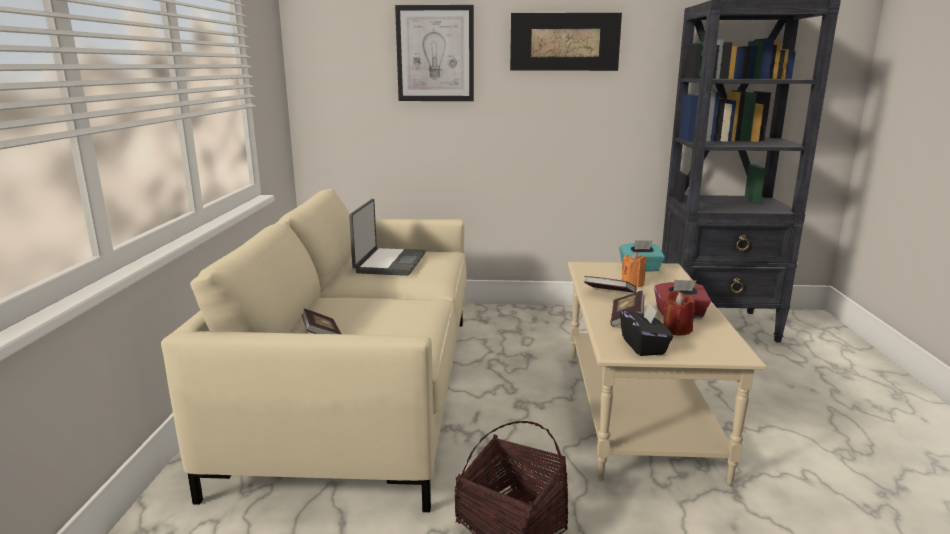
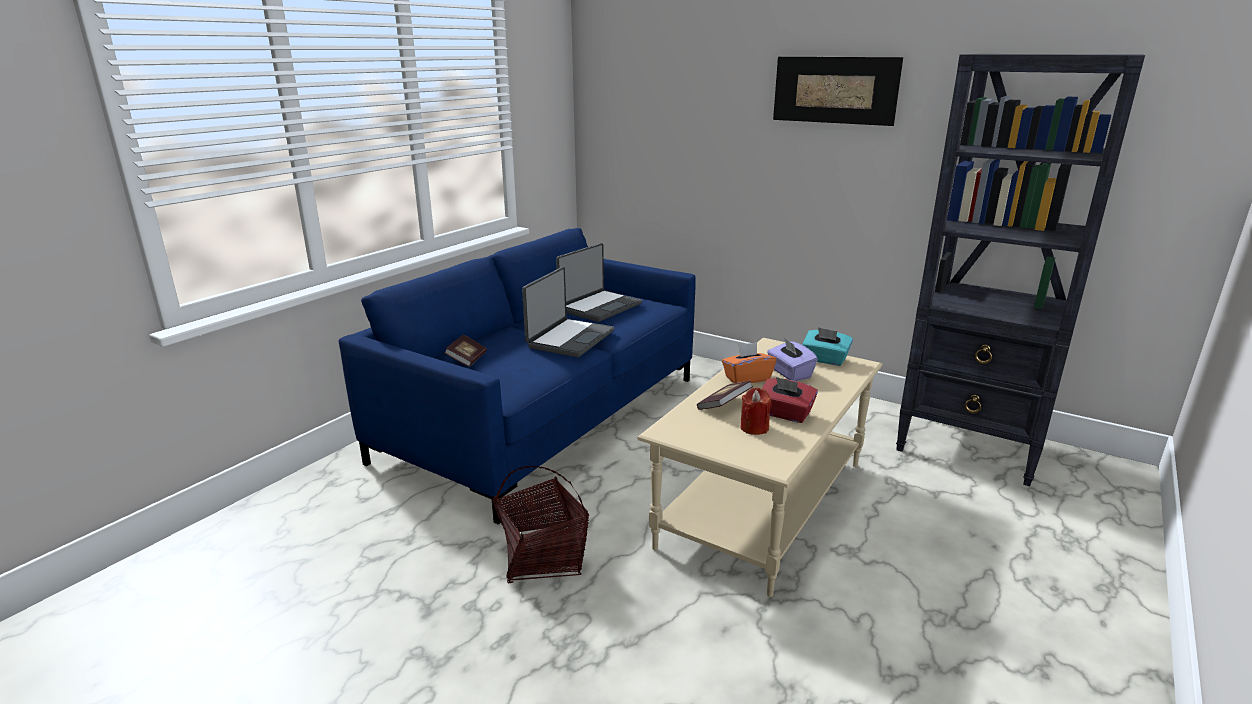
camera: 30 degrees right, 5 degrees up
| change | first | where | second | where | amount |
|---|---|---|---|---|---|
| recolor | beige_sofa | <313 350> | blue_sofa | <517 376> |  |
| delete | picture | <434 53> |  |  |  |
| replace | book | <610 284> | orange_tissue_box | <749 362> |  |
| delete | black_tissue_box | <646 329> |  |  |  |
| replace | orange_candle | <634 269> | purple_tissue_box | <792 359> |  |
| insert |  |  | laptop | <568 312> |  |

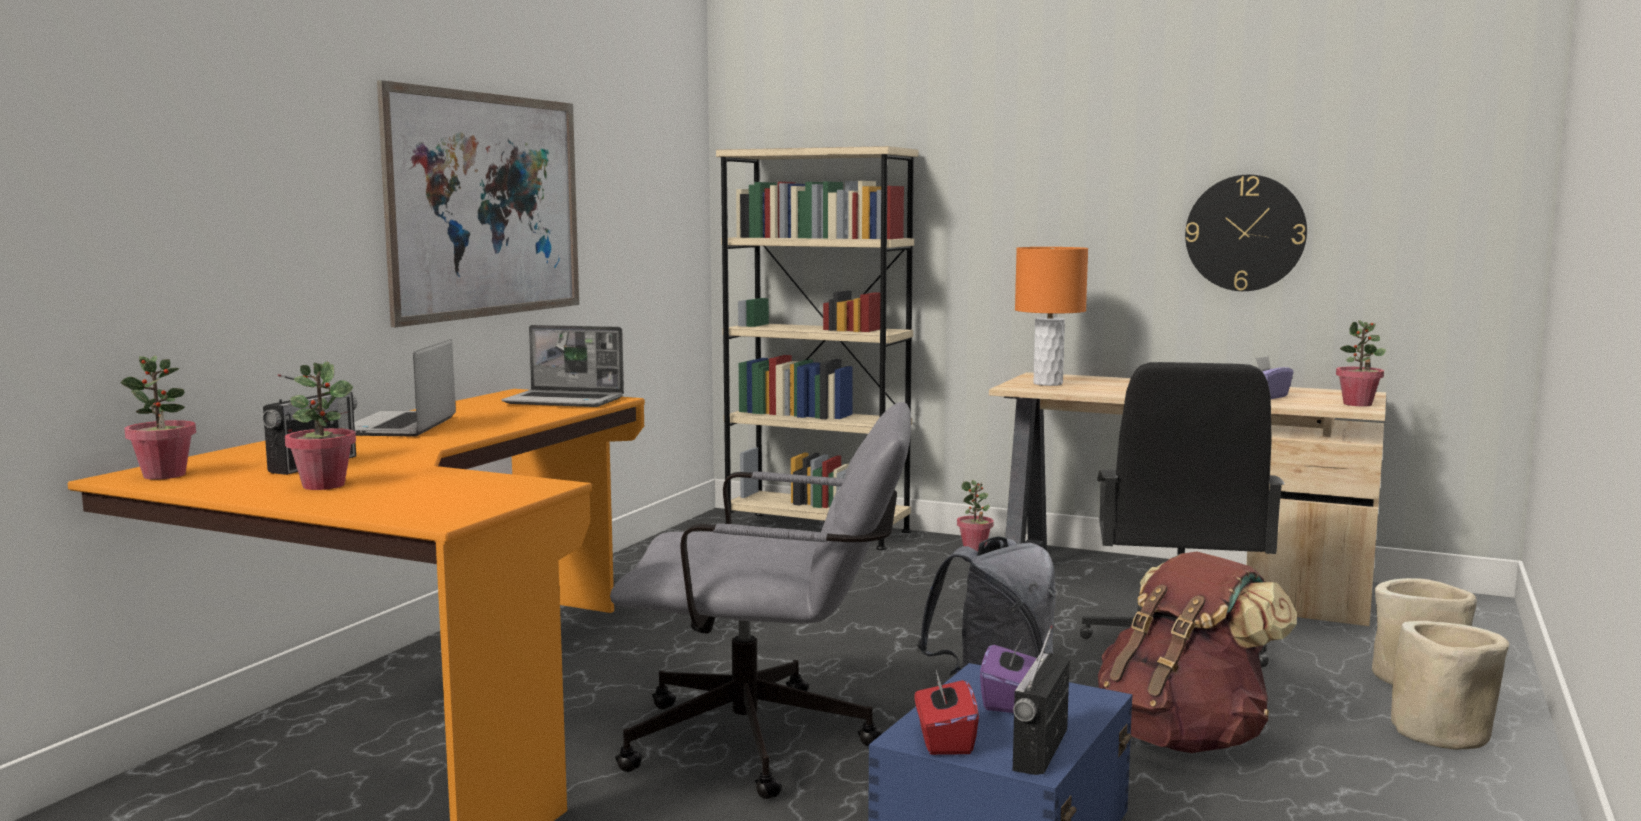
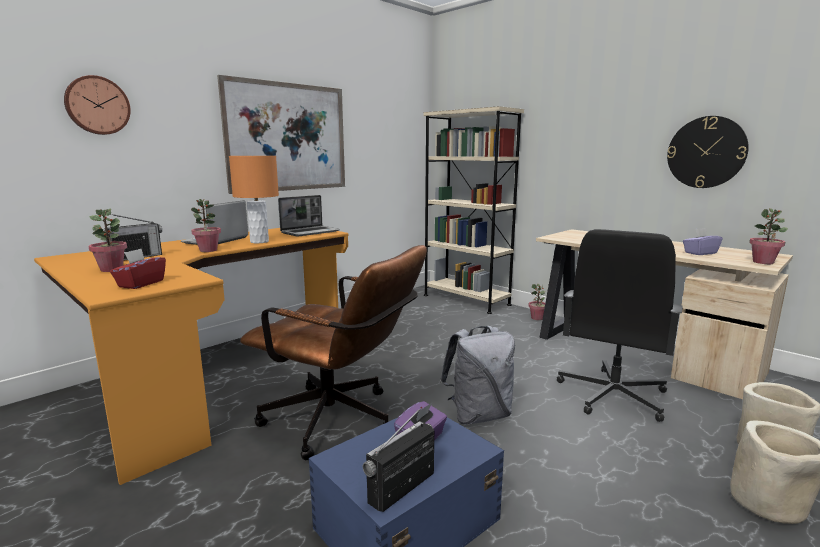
camera: 20 degrees right, 5 degrees up
| change | first | where | second | where | amount |
|---|---|---|---|---|---|
| move | potted_plant | <158 417> |  | <206 225> |  |
| rotate | laptop | <563 366> |  | <309 216> | 75 degrees counterclockwise |
| recolor | grey_office_chair | <760 600> | brown_office_chair | <333 352> |  |
| move | red_tissue_box | <947 712> |  | <138 269> |  |
| move | orange_table_lamp | <1051 316> |  | <254 199> |  |
| delete | brown_backpack | <1197 652> |  |  |  |
| insert |  |  | wall_clock | <97 105> |  |

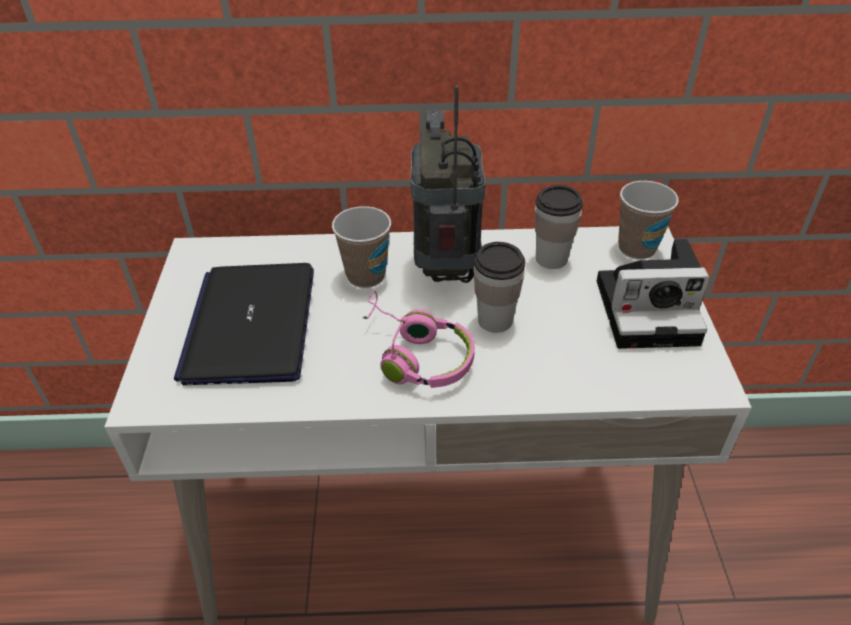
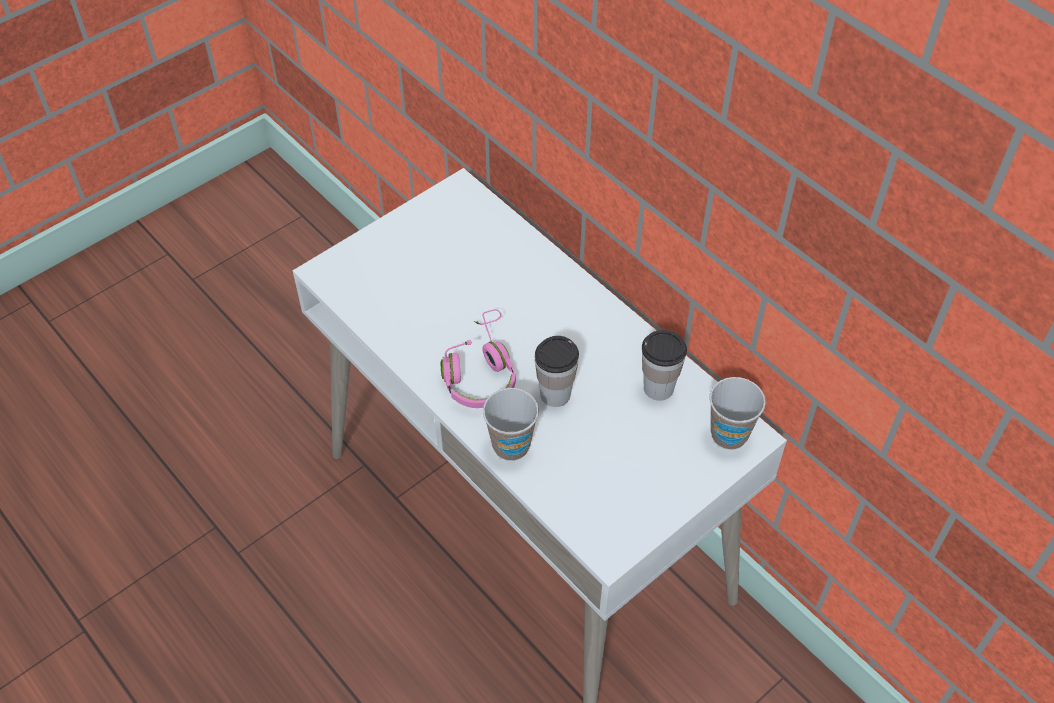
camera: 50 degrees right, 10 degrees up
| change | first | where | second | where | amount |
|---|---|---|---|---|---|
| delete | laptop | <244 324> |  |  |  |
| move | cup | <361 247> |  | <511 424> |  |
| delete | radio | <447 184> |  |  |  |
| delete | photo_camera | <653 294> |  |  |  |

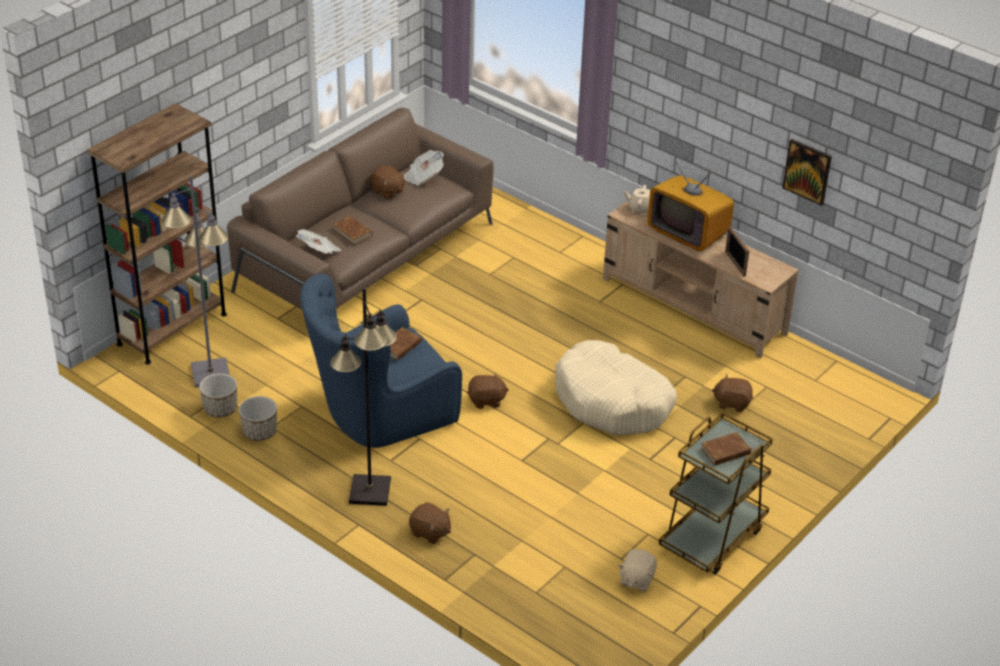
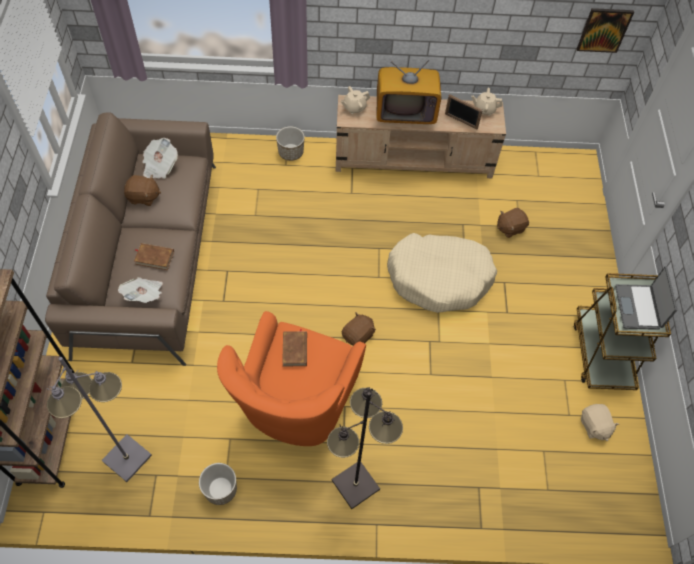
camera: 40 degrees left, 20 degrees up
| change | first | where | second | where | amount |
|---|---|---|---|---|---|
| move | planter | <218 396> |  | <290 143> |  |
| recolor | blue_armchair | <381 361> | orange_armchair | <291 378> |  |
| delete | brown_plush_toy | <430 523> |  |  |  |
| replace | brown_book | <726 449> | laptop | <646 298> |  |
| move | picture | <807 172> |  | <605 30> |  |
| insert |  |  | beige_teapot | <486 101> |  |

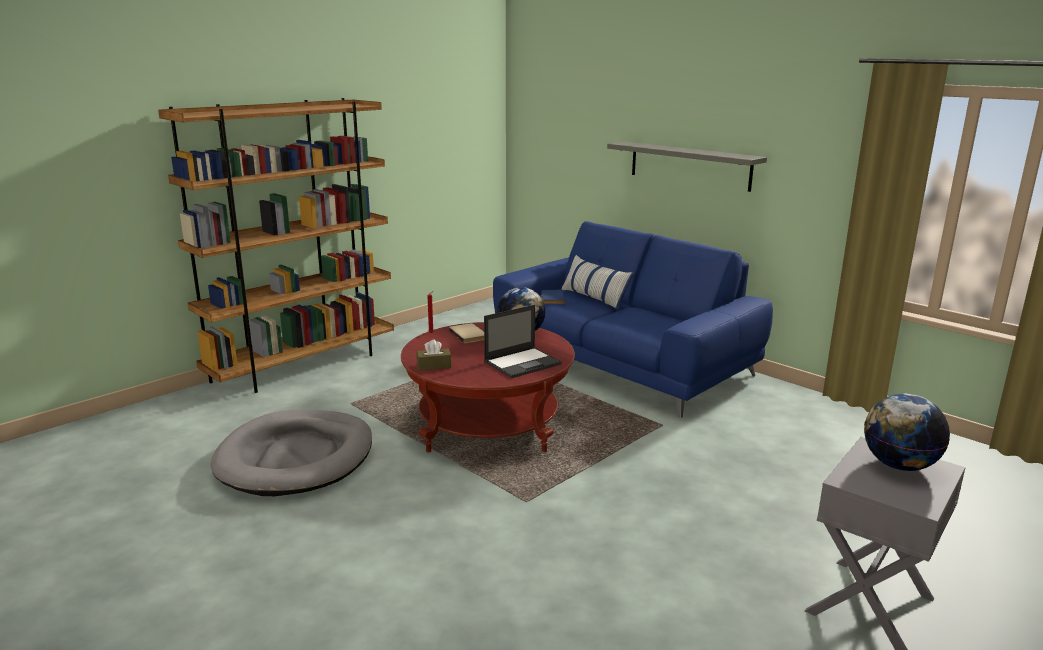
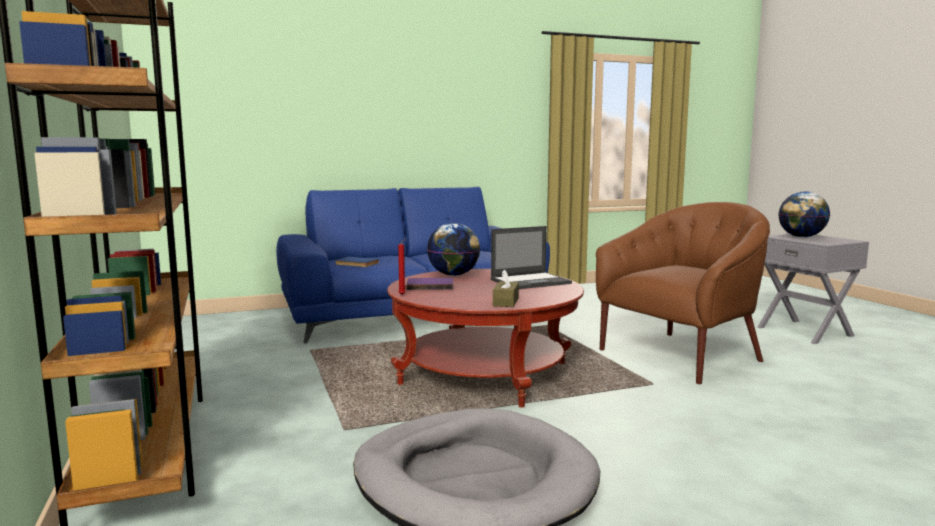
camera: 65 degrees left, 10 degrees down
| change | first | where | second | where | amount |
|---|---|---|---|---|---|
| recolor | beige_book | <466 333> | purple_book | <429 284> |  |
| rotate | laptop | <523 341> |  | <531 257> | 75 degrees clockwise |
| delete | pillow | <597 282> |  |  |  |
| delete | grey_shelf | <687 167> |  |  |  |
| insert |  |  | brown_armchair | <683 293> |  |

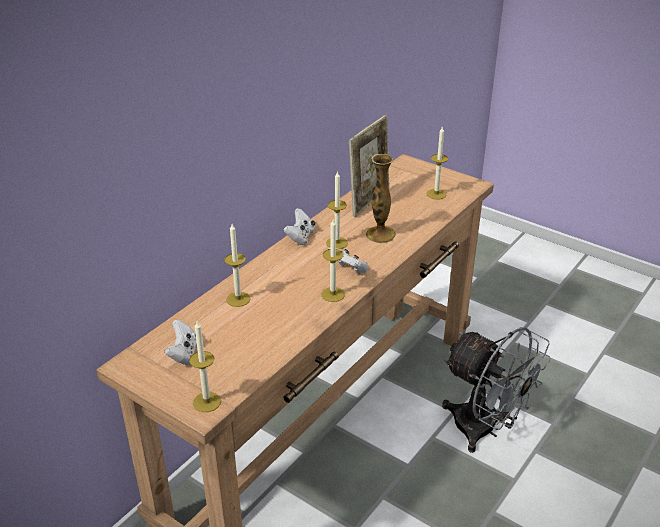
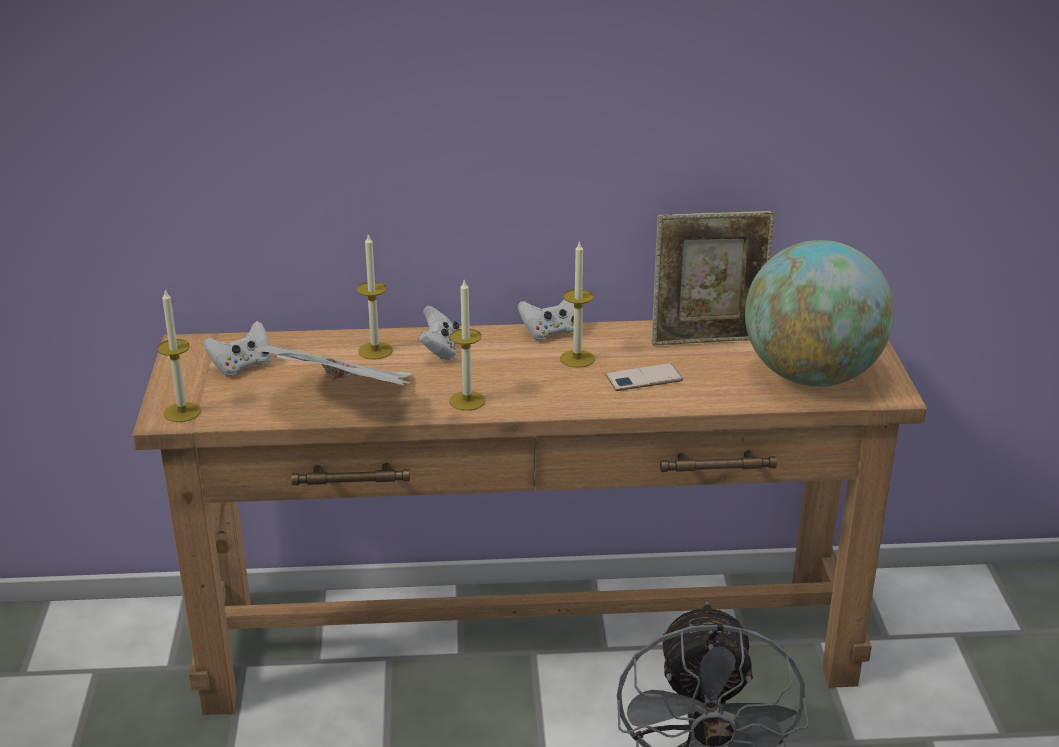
camera: 50 degrees right, 5 degrees down
| change | first | where | second | where | amount |
|---|---|---|---|---|---|
| move | white_game_controller | <348 260> |  | <438 333> |  |
| replace | vase | <381 198> | phone | <644 377> |  |
| replace | candle | <437 163> | globe | <819 313> |  |
| insert |  |  | newspaper | <333 365> |  |

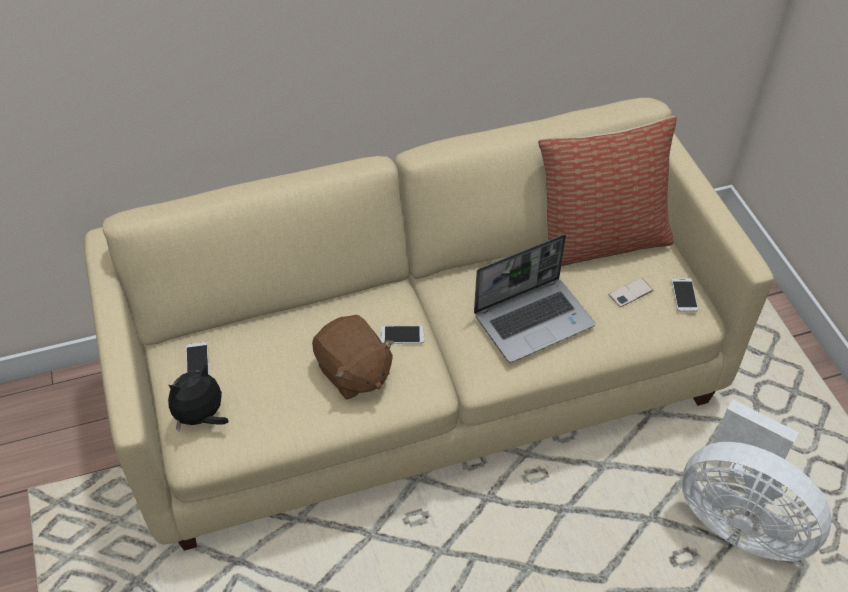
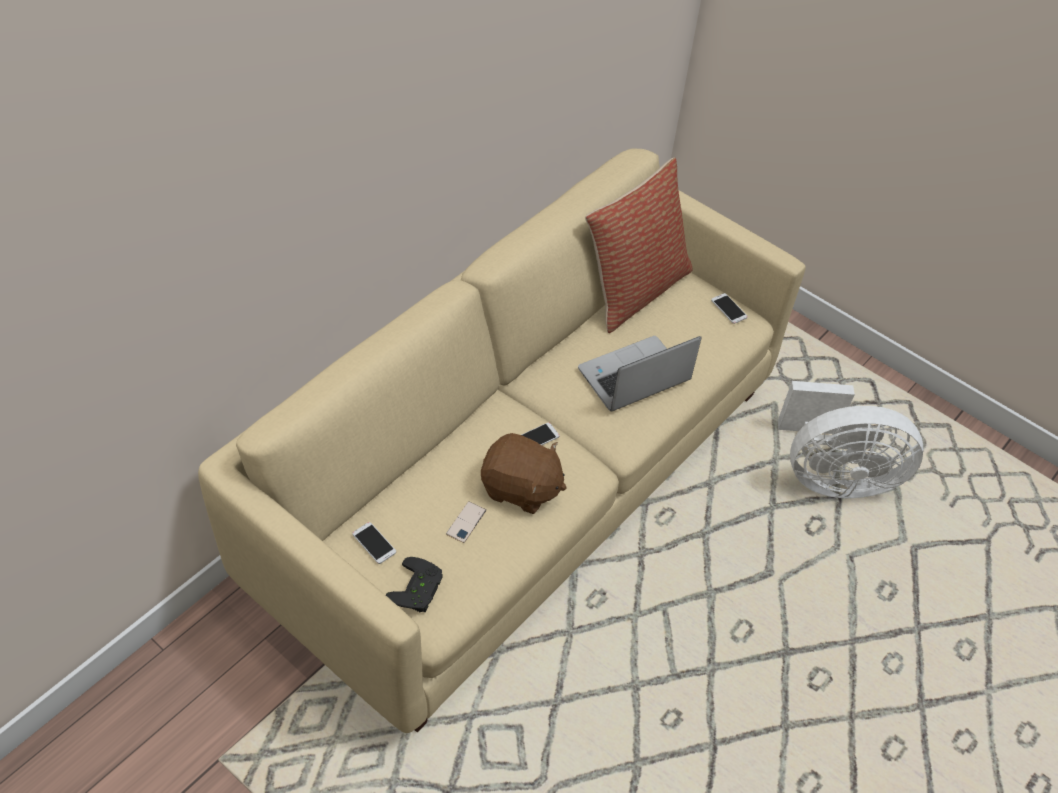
camera: 35 degrees left, 0 degrees up
| change | first | where | second | where | amount |
|---|---|---|---|---|---|
| replace | plush_toy | <198 398> | black_game_controller | <414 584> |  |
| rotate | laptop | <534 298> |  | <640 374> | 150 degrees counterclockwise |
| move | phone | <630 292> |  | <466 522> |  |

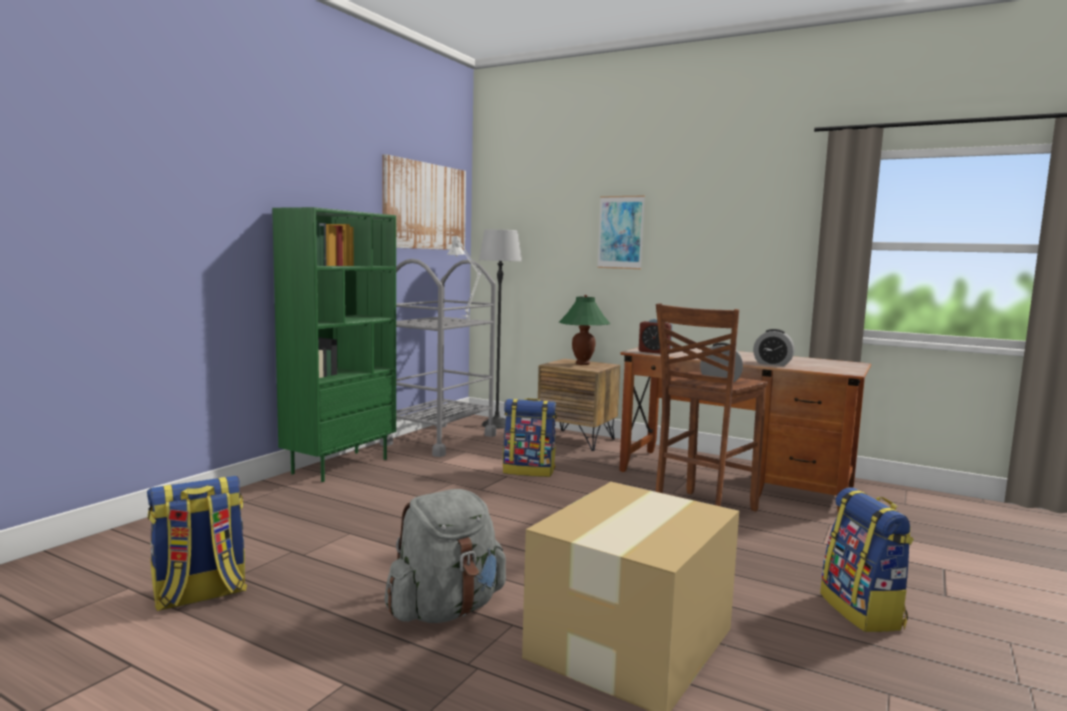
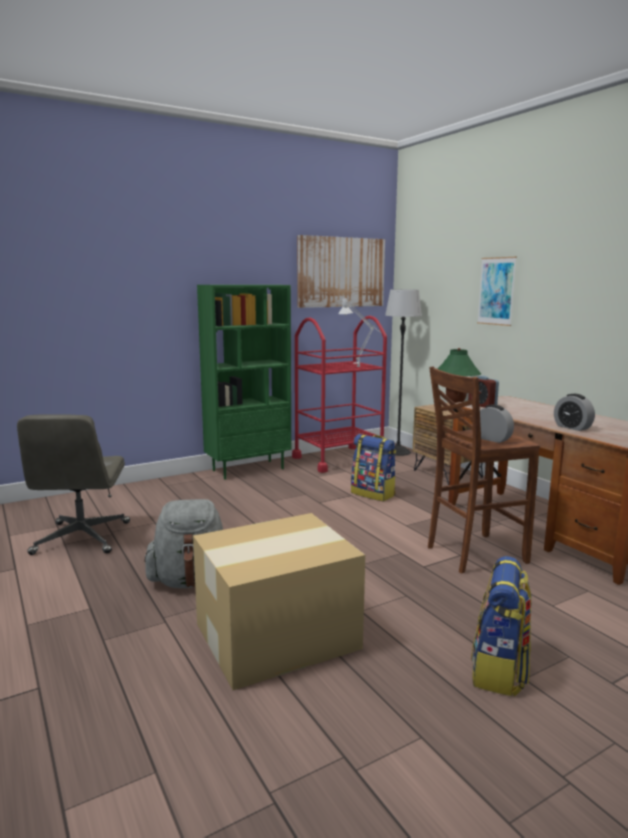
camera: 30 degrees right, 5 degrees up
| change | first | where | second | where | amount |
|---|---|---|---|---|---|
| replace | backpack | <197 544> | grey_office_chair | <73 484> |  |
| recolor | grey_cart | <438 358> | red_cart | <339 394> |  |

